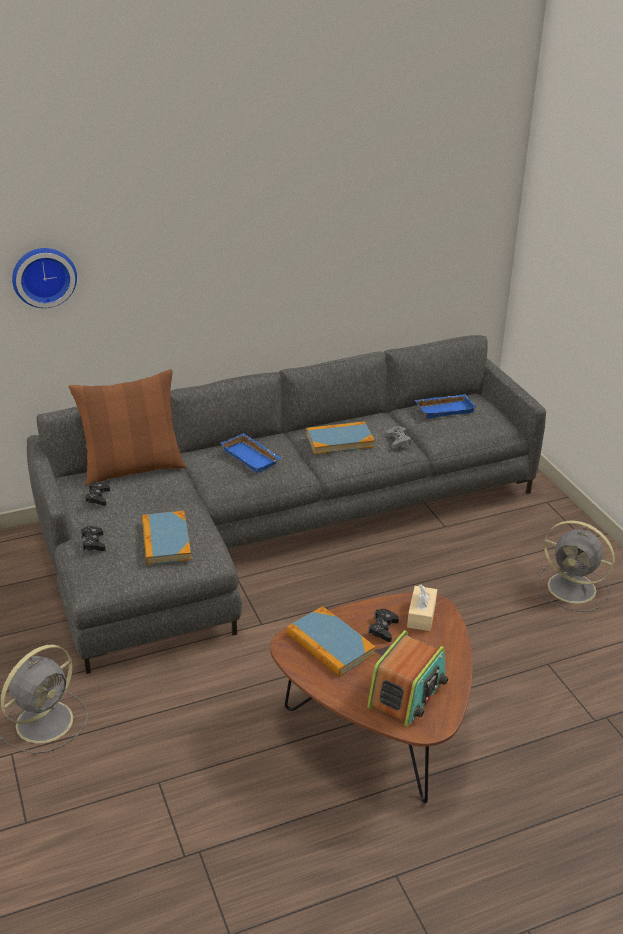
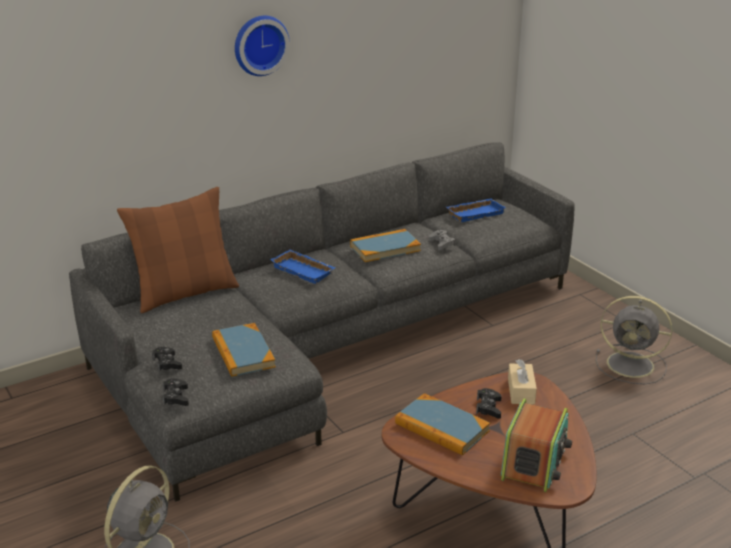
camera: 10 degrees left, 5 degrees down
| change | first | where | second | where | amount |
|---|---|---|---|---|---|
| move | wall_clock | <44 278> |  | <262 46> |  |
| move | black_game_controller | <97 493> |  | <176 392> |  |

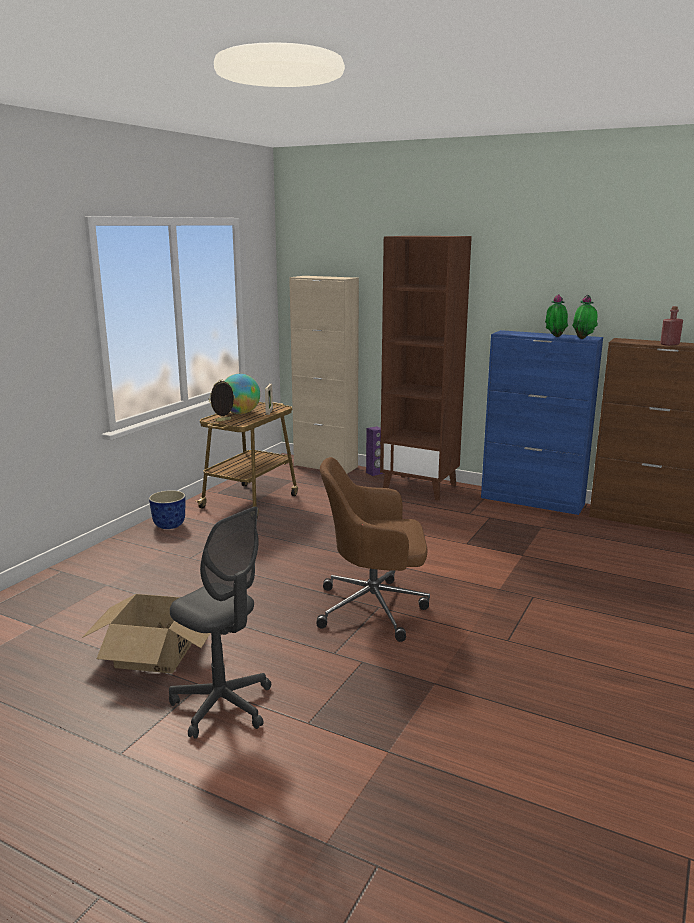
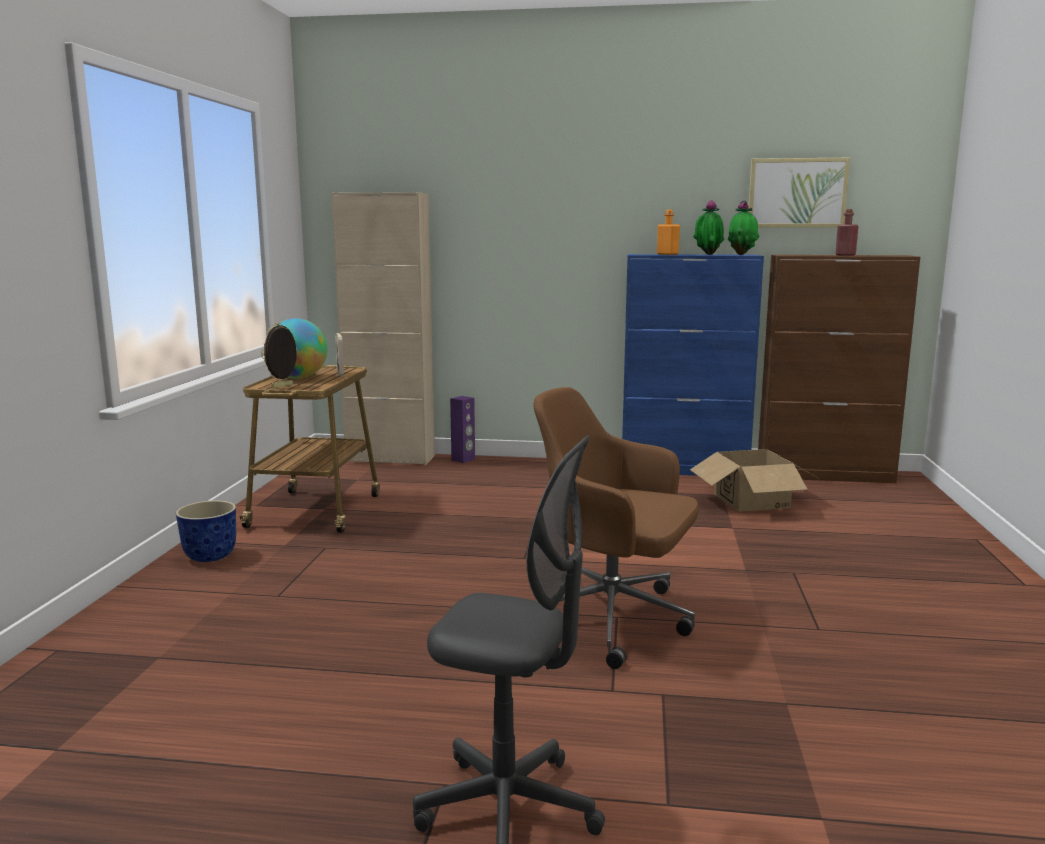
camera: 20 degrees left, 5 degrees down
| change | first | where | second | where | amount |
|---|---|---|---|---|---|
| move | cardboard_box | <146 633> |  | <754 480> |  |
| rotate | brown_office_chair | <373 549> |  | <616 528> | 45 degrees clockwise |
| delete | brown_bookcase | <426 368> |  |  |  |
| insert |  |  | orange_bottle | <668 232> |  |
| insert |  |  | picture | <799 193> |  |

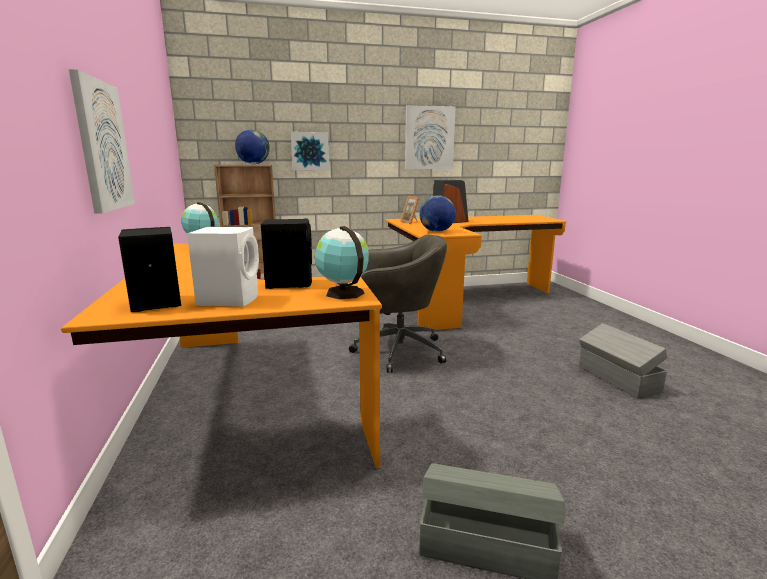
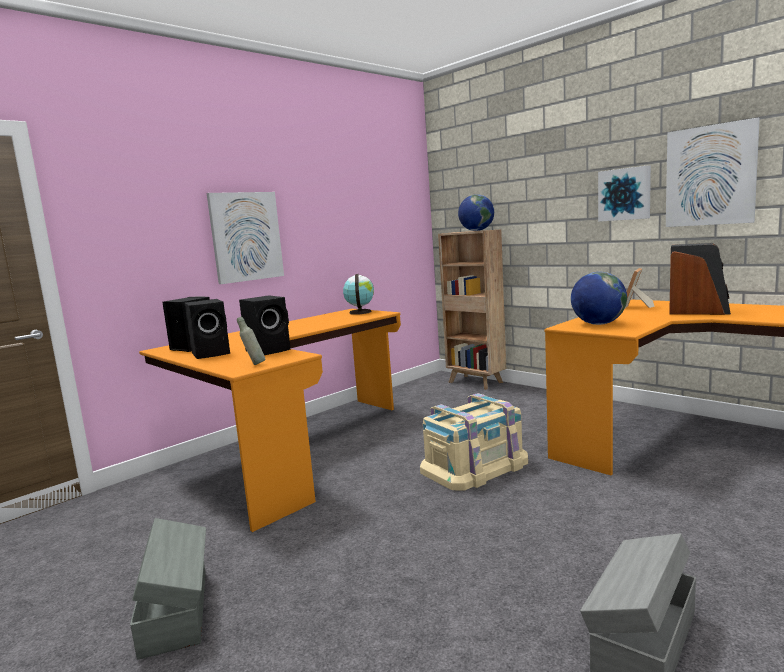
camera: 60 degrees right, 5 degrees down
| change | first | where | second | where | amount |
|---|---|---|---|---|---|
| recolor | white_speaker | <223 267> | black_speaker | <207 329> |  |
| move | picture | <310 151> |  | <624 193> |  |
| replace | globe | <342 262> | grey_bottle | <251 340> |  |
| replace | grey_office_chair | <398 303> | beige_storage_box | <474 441> |  |

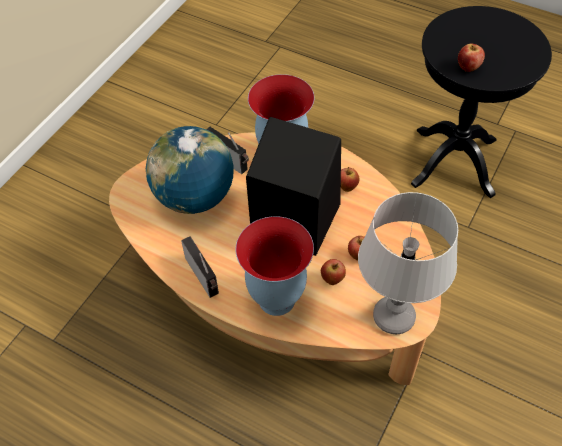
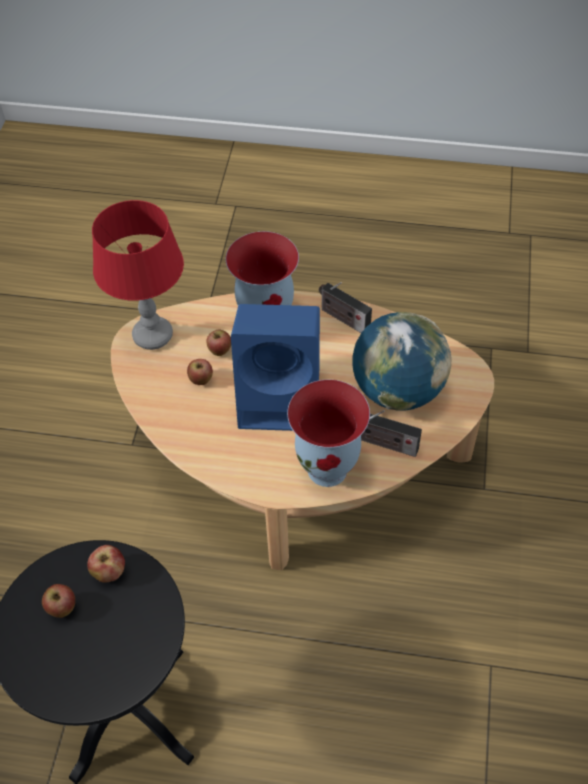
camera: 160 degrees right, 0 degrees up
| change | first | where | second | where | amount |
|---|---|---|---|---|---|
| recolor | black_speaker | <293 186> | blue_speaker | <275 367> |  |
| move | apple | <350 179> |  | <58 601> |  |
| recolor | grey_table_lamp | <408 263> | red_table_lamp | <138 275> |  |

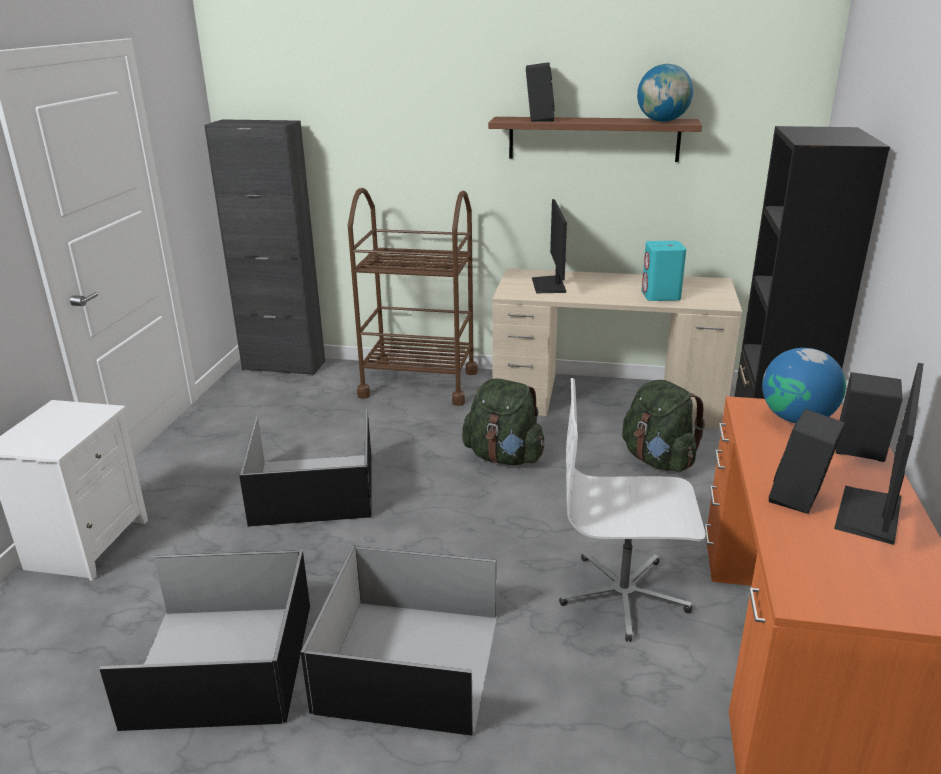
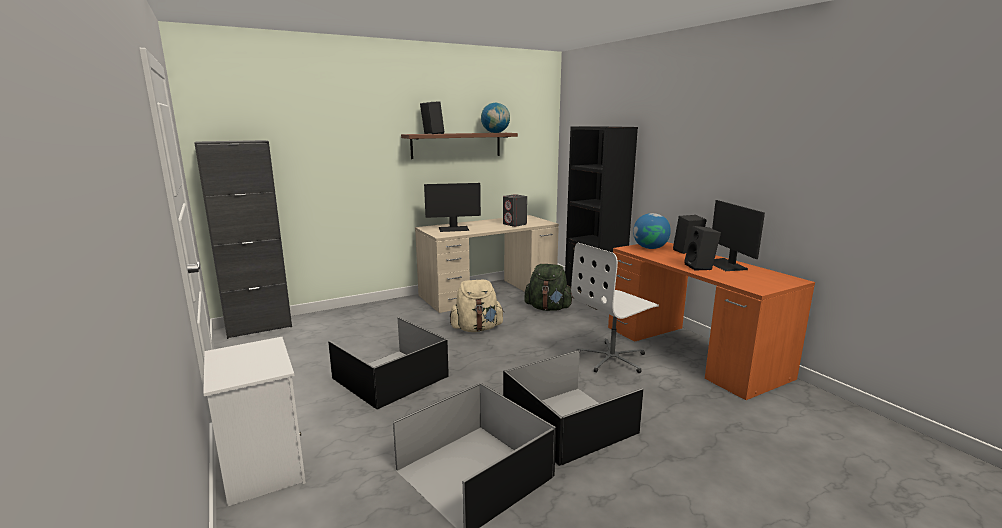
camera: 40 degrees left, 10 degrees down
| change | first | where | second | where | amount |
|---|---|---|---|---|---|
| delete | brown_cart | <413 297> |  |  |  |
| recolor | green_backpack | <503 421> | beige_backpack | <477 306> |  |
| rotate | monitor | <549 246> |  | <452 207> | 60 degrees counterclockwise |
| recolor | turquoise_speaker | <664 271> | grey_speaker | <515 210> |  |

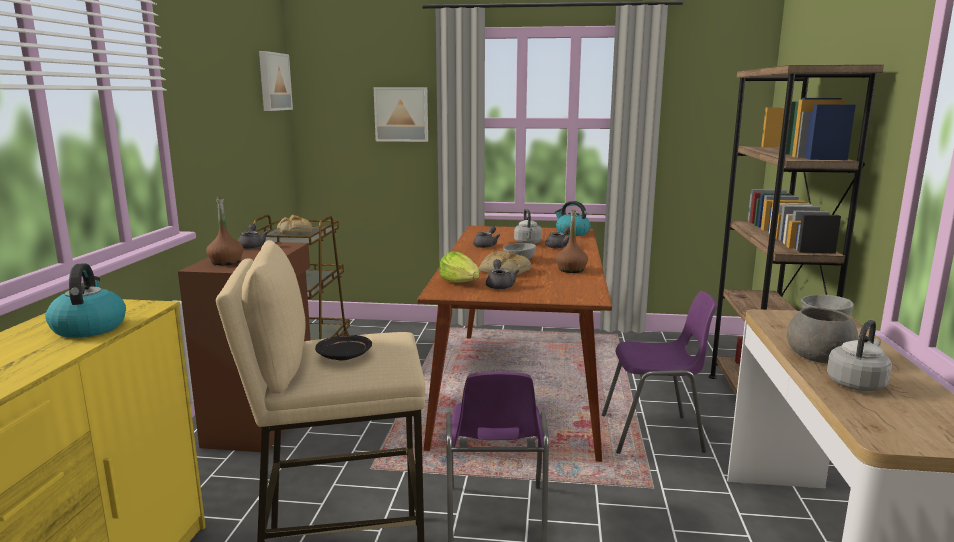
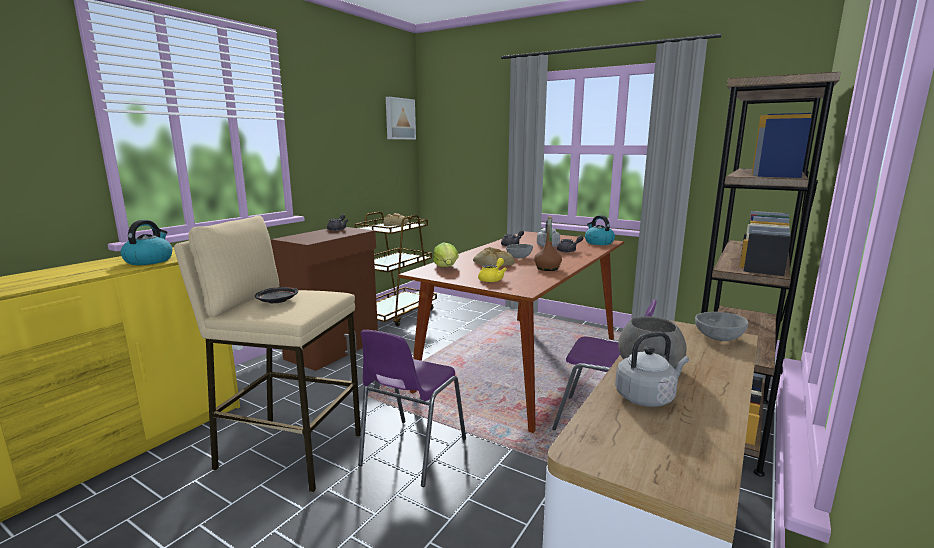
camera: 25 degrees right, 0 degrees up
| change | first | where | second | where | amount |
|---|---|---|---|---|---|
| delete | brown_bottle | <224 231> |  |  |  |
| delete | picture | <401 114> |  |  |  |
| delete | grey_teapot | <502 274> |  |  |  |
| insert |  |  | yellow_teapot | <492 270> |  |

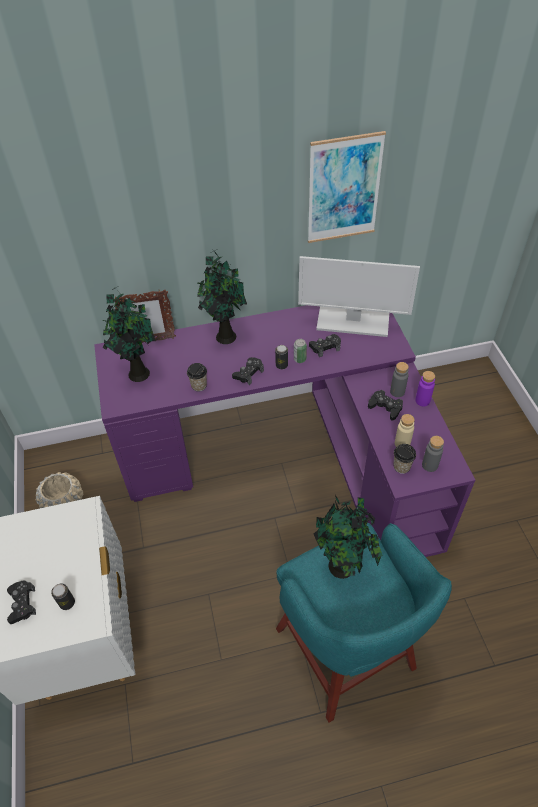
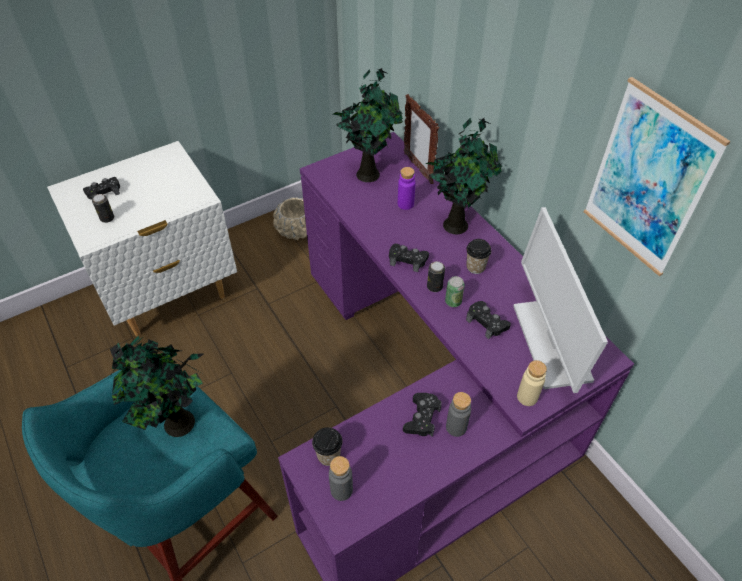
camera: 70 degrees right, 0 degrees up
| change | first | where | second | where | amount |
|---|---|---|---|---|---|
| move | cup | <197 377> |  | <479 256> |  |
| move | beige_bottle | <405 430> |  | <532 383> |  |
| move | purple_bottle | <425 388> |  | <407 188> |  |

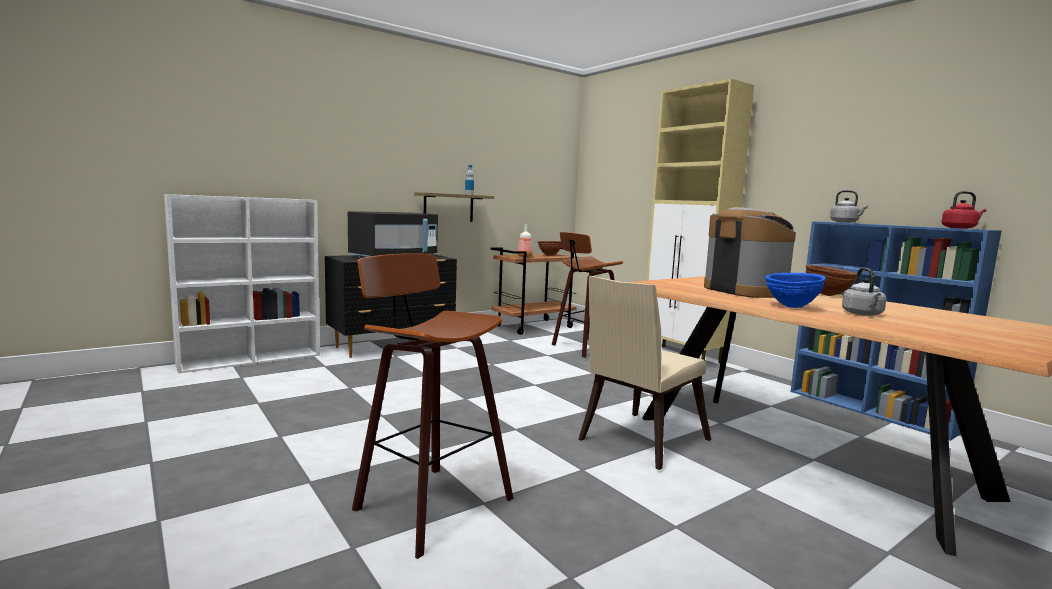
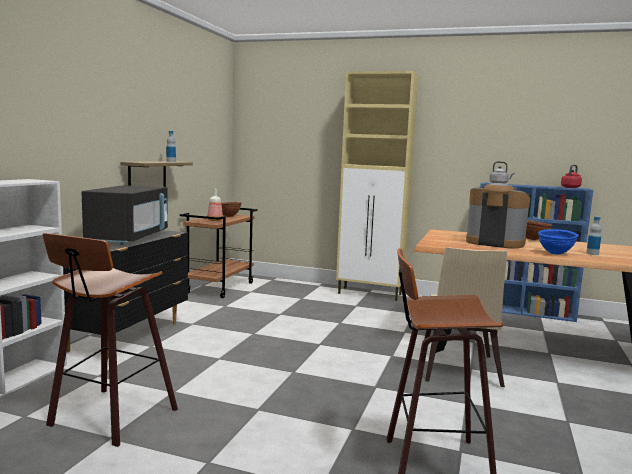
camera: 35 degrees left, 0 degrees up
| change | first | where | second | where | amount |
|---|---|---|---|---|---|
| move | stool | <587 295> |  | <110 340> |  |
| replace | grey_kettle | <864 292> | bottle | <594 236> |  |

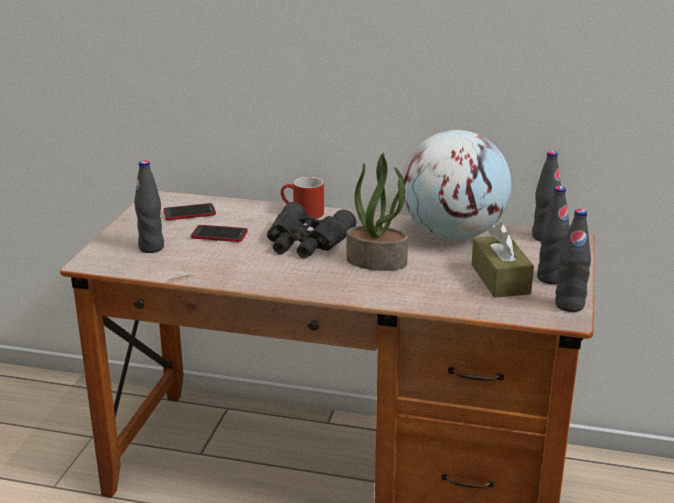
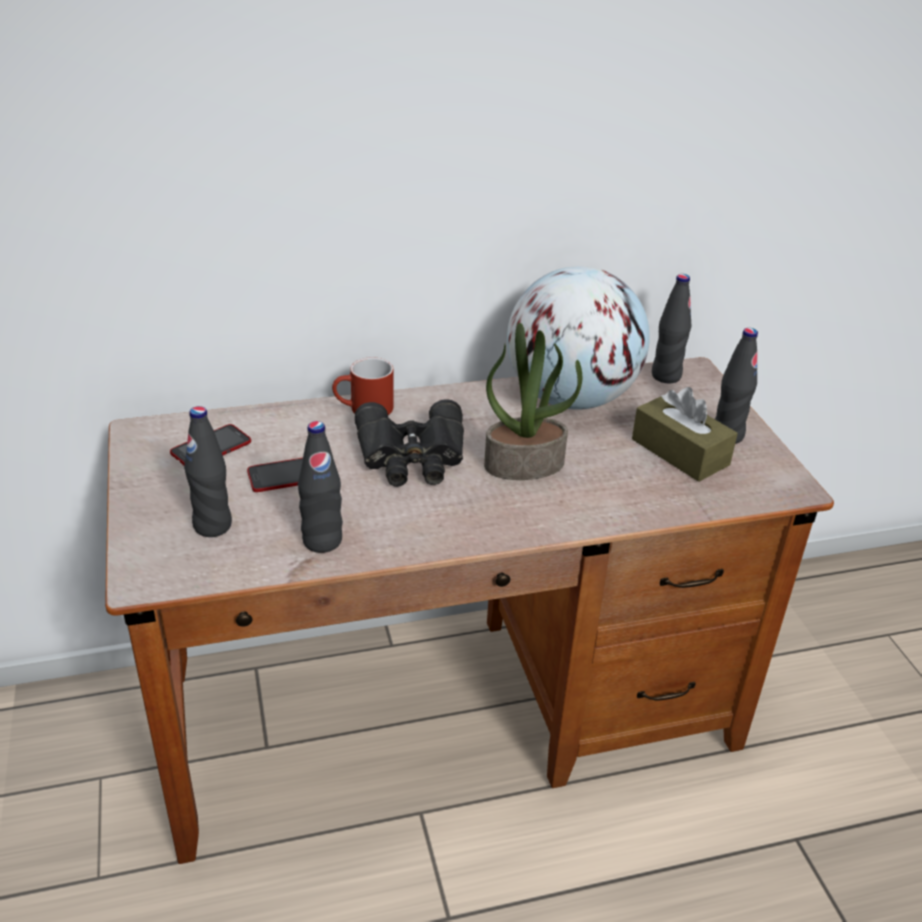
camera: 30 degrees left, 10 degrees up
| change | first | where | second | where | amount |
|---|---|---|---|---|---|
| move | black_bottle | <573 260> |  | <320 487> |  |

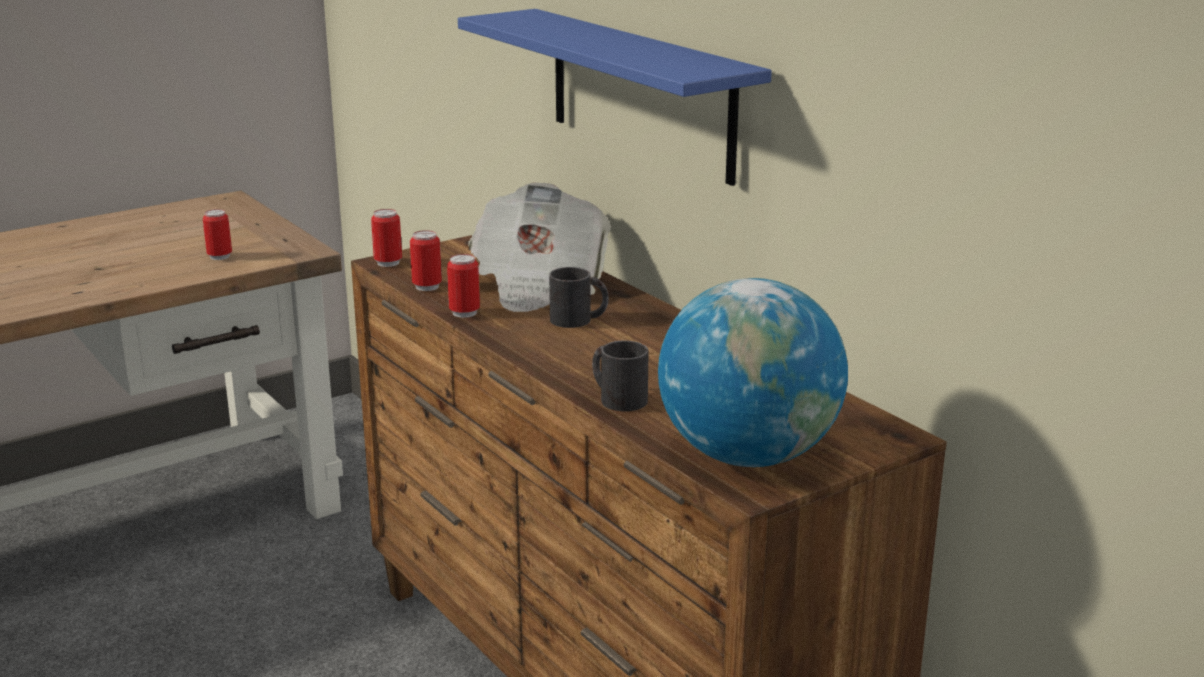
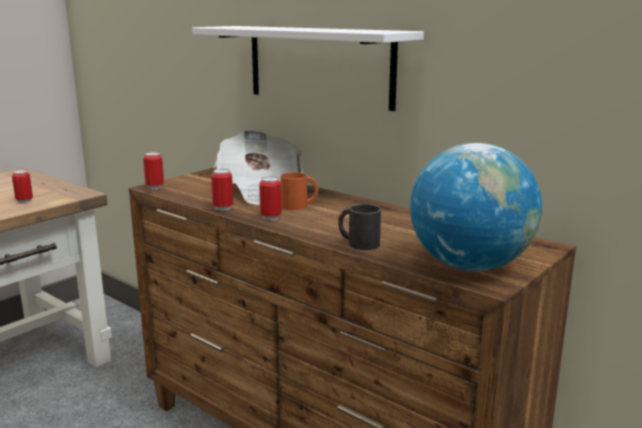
camera: 15 degrees left, 5 degrees down
| change | first | where | second | where | amount |
|---|---|---|---|---|---|
| move | can | <426 260> |  | <270 198> |  |
| recolor | blue_shelf | <615 97> | white_shelf | <308 68> |  |
| recolor | black_mug | <579 297> | orange_mug | <299 191> |  |

